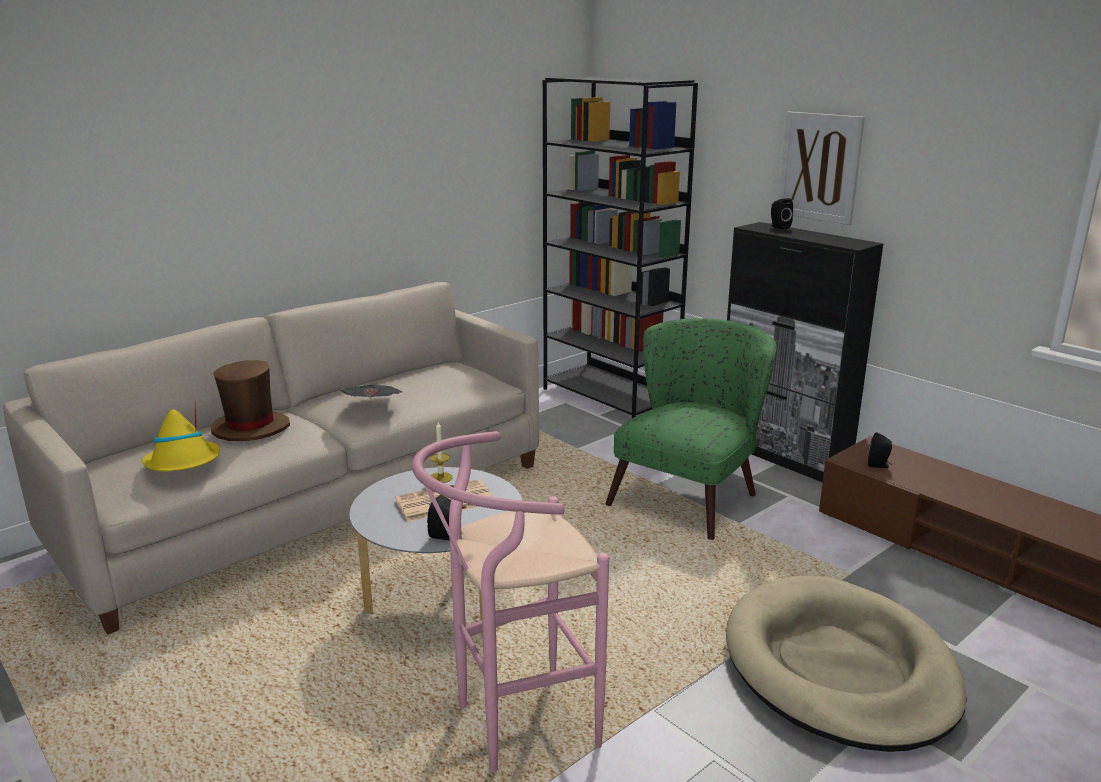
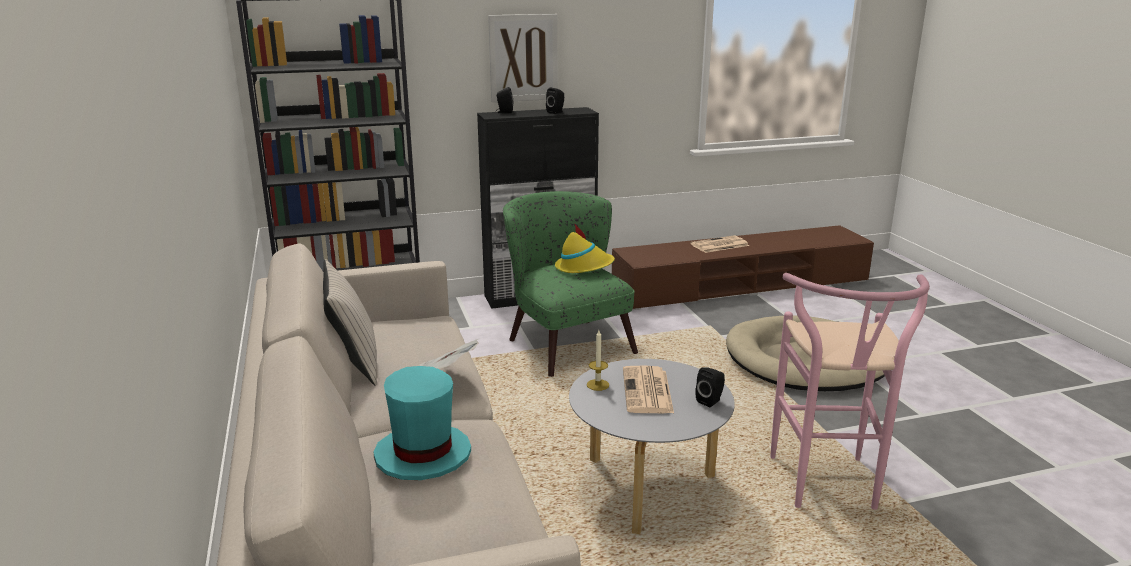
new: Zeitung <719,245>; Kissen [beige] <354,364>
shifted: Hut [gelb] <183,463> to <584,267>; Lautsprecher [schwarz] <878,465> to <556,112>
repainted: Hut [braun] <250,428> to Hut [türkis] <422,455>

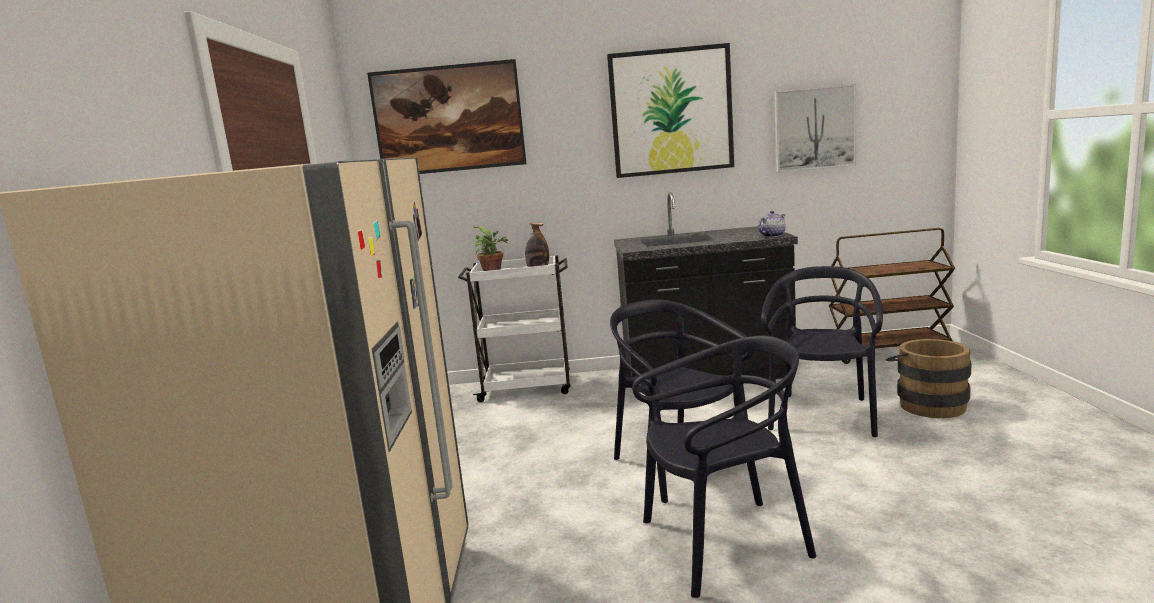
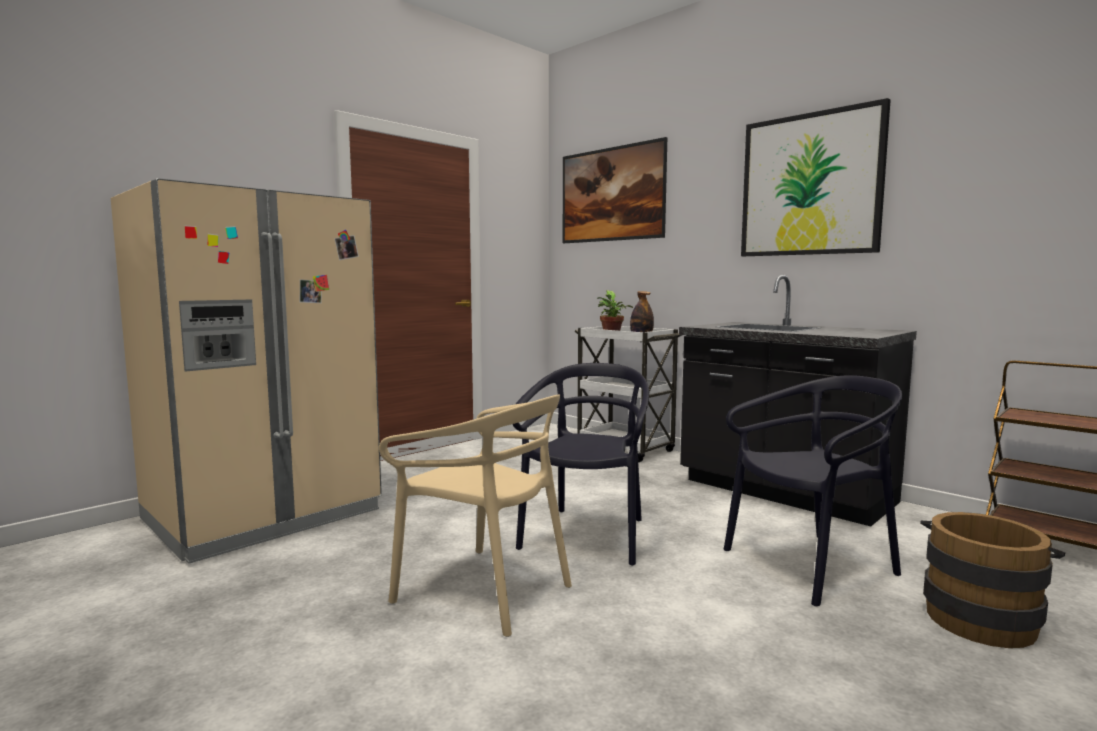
gone: Bild <814,128>; Teekanne <772,236>
repainted: Stuhl [schwarz] <724,543> to Stuhl [beige] <484,590>

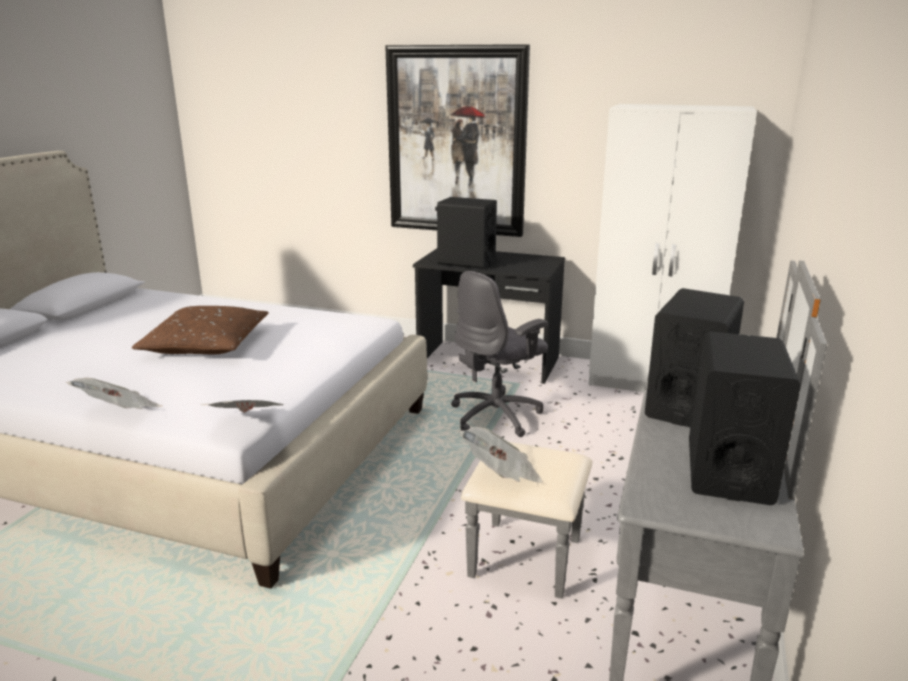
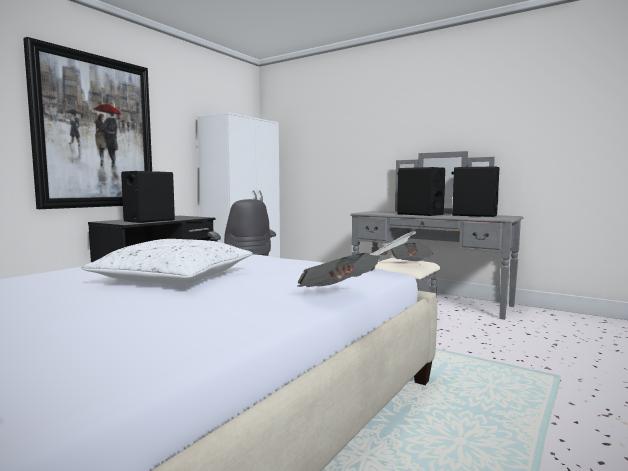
repainted: Kissen [braun] <206,344> to Kissen [weiß] <175,278>

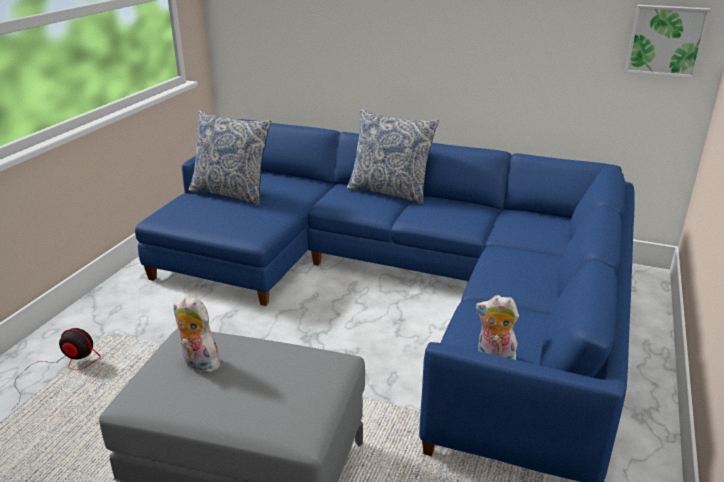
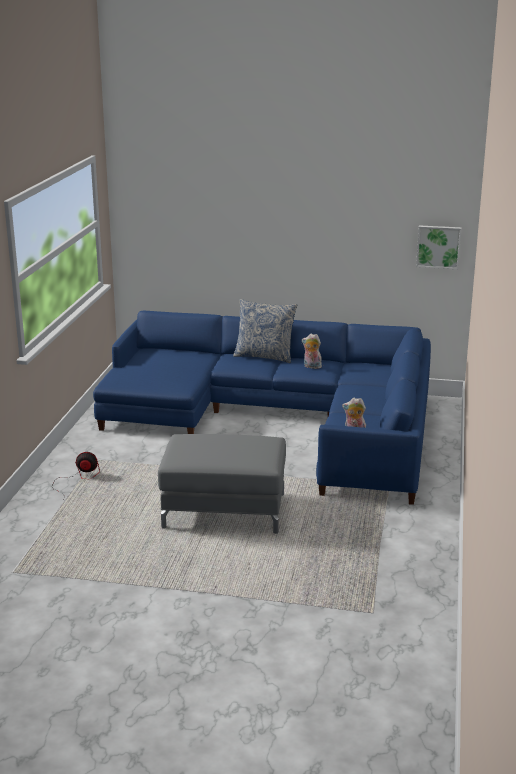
gone: Kissen <232,193>
shifted: Plüschtier <198,364> to <311,367>

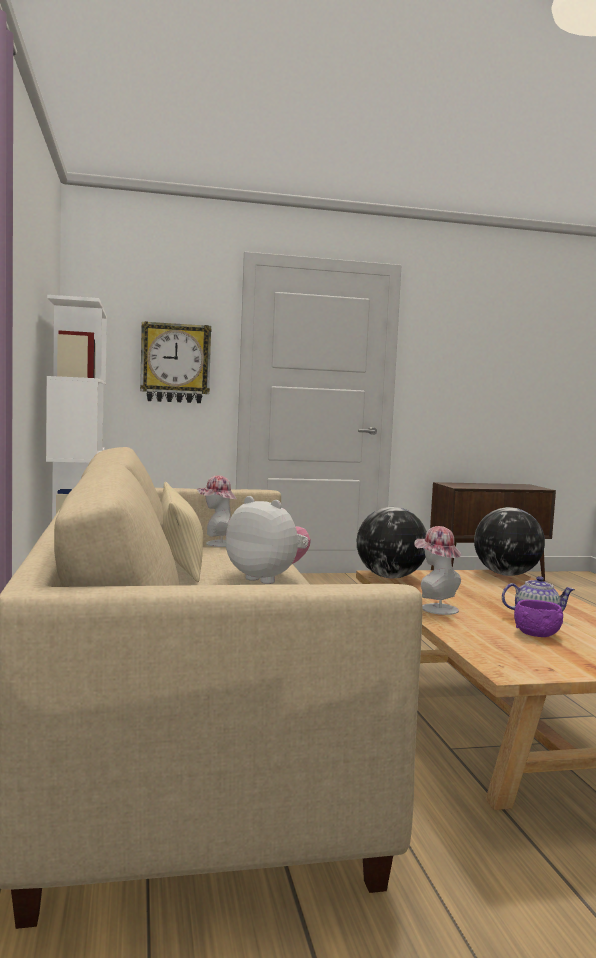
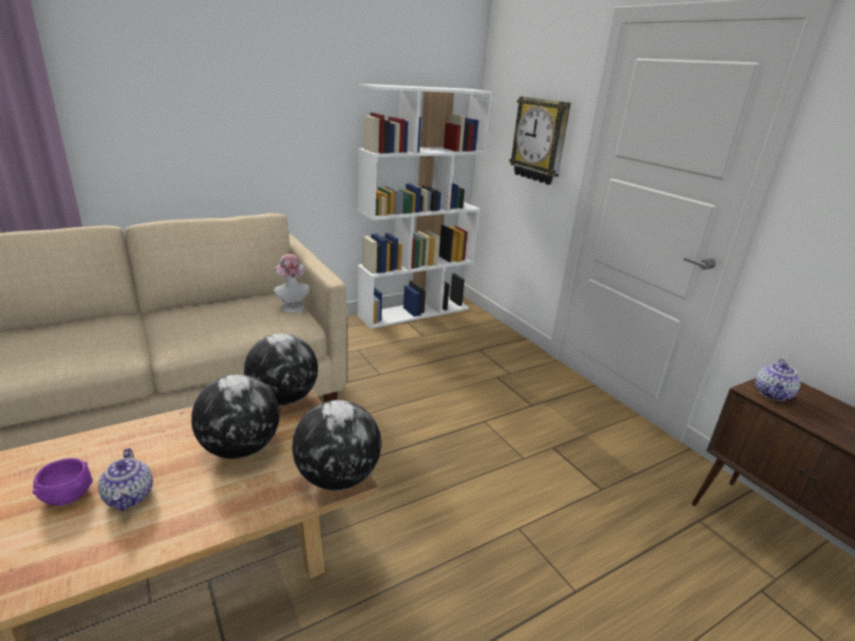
gone: Kissen [beige] <179,563>; Plüschtier <267,578>; Hut <435,608>
new: Teekanne <773,394>; Globus <240,448>

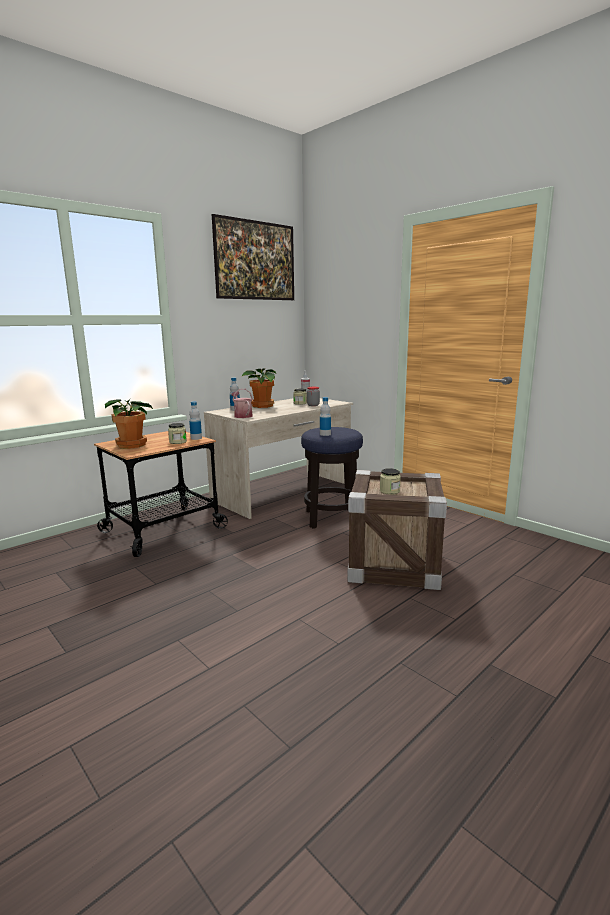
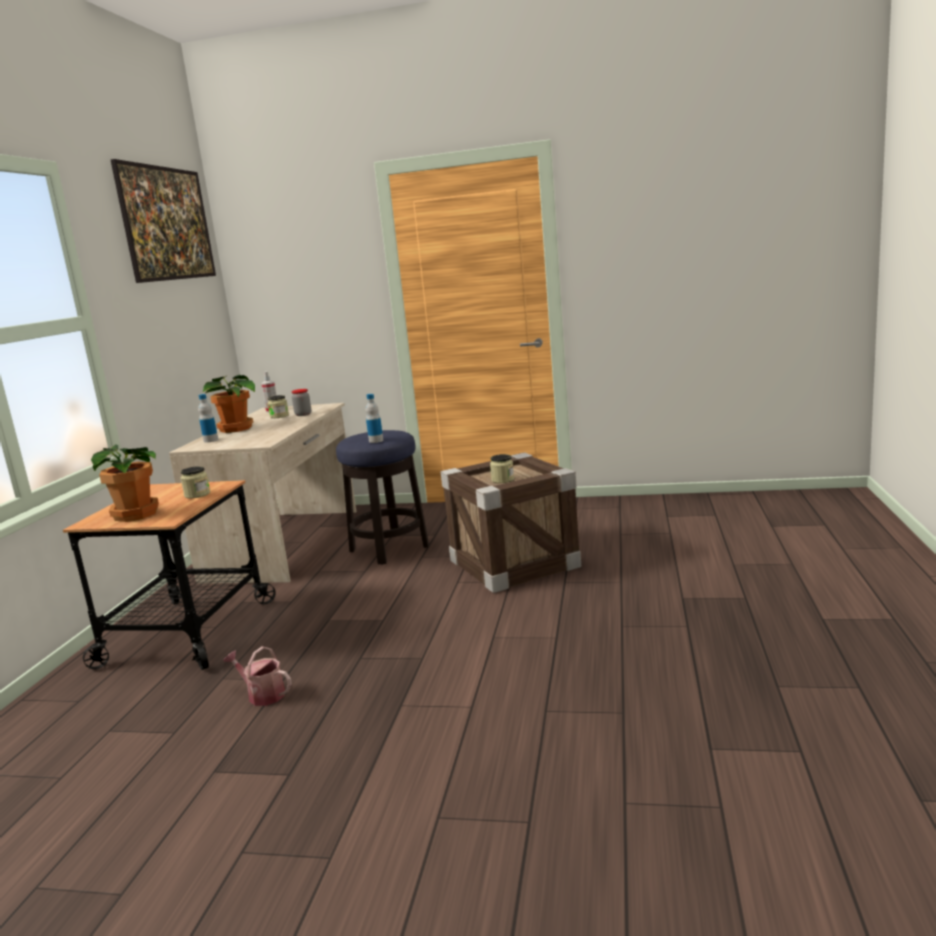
gone: Flasche <196,438>
shifted: Gießkanne <242,415> to <262,694>

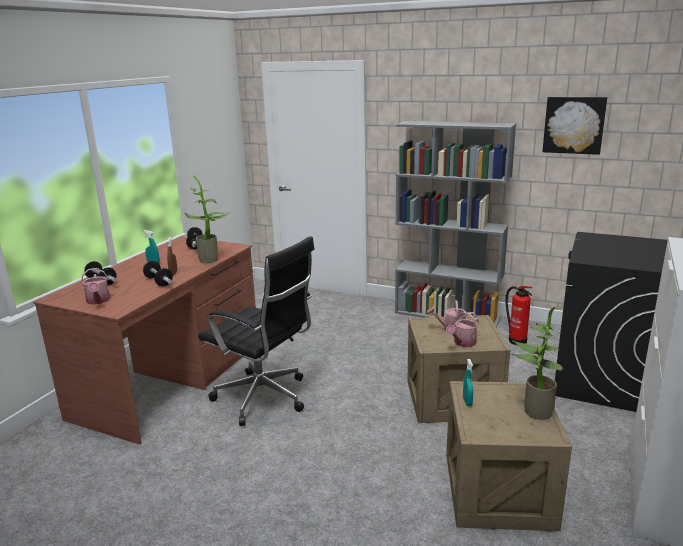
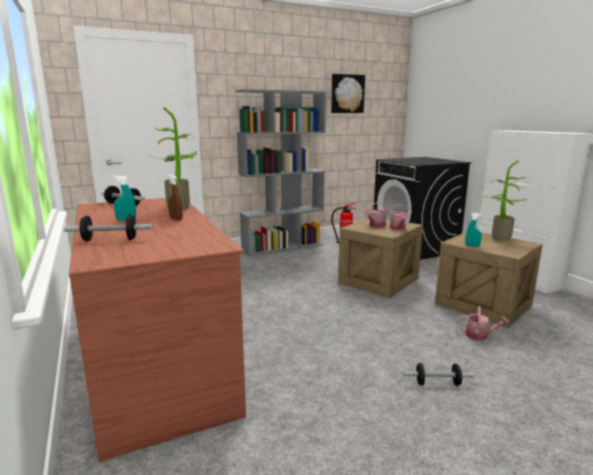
gone: Bürostuhl [schwarz] <265,399>
shifted: Hantel <158,282> to <437,383>; Gießkanne <98,301> to <479,336>

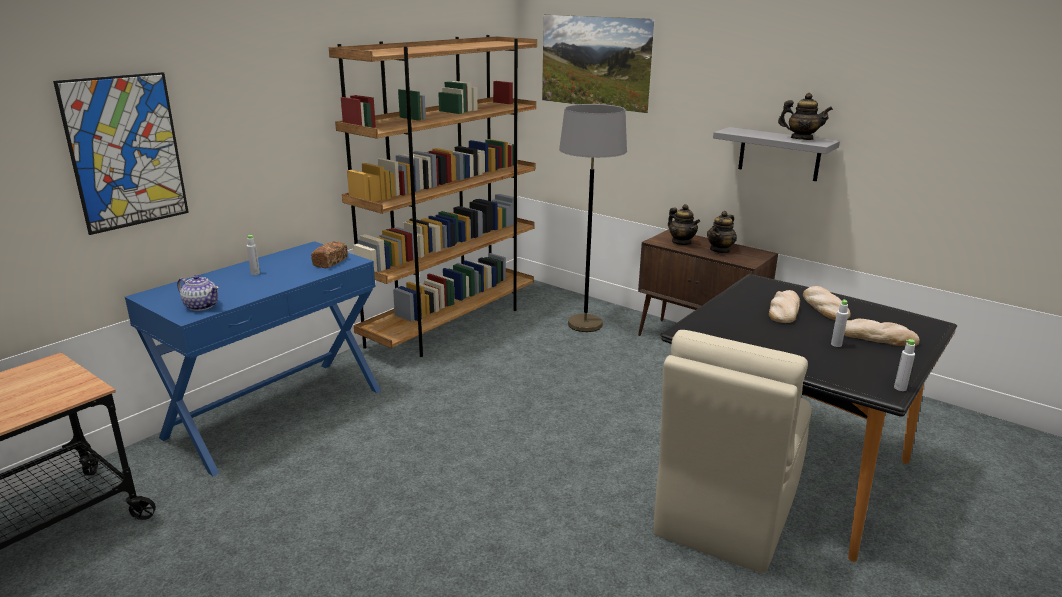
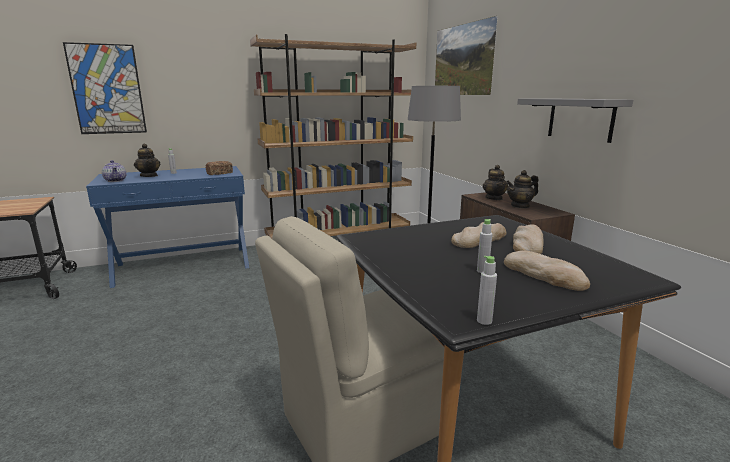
shifted: Teekanne <801,139> to <149,176>

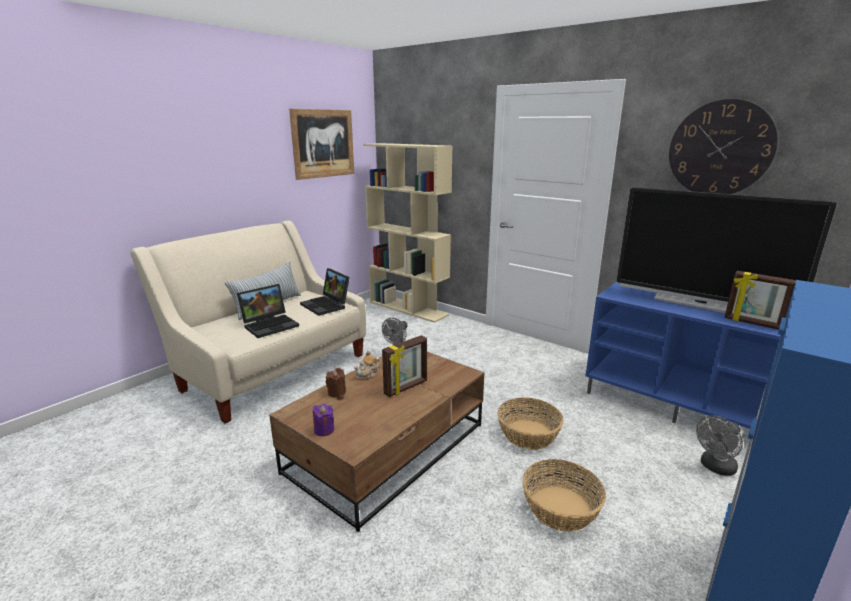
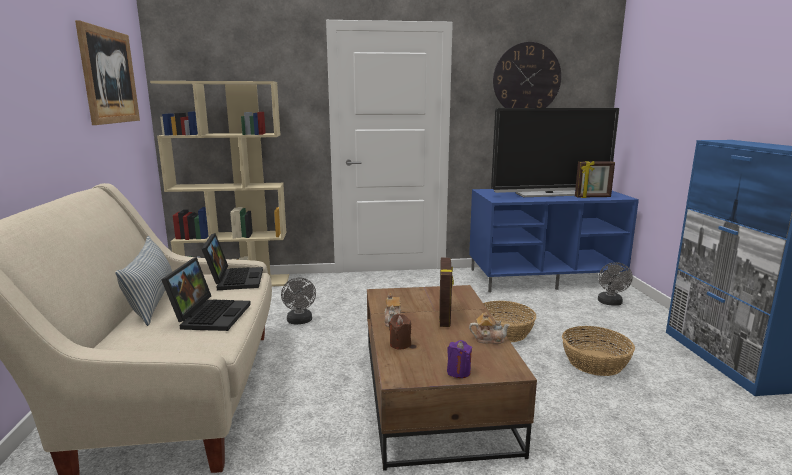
new: Teekanne <488,339>
rotated: Laptop <327,305> = <234,279> 105 degrees counterclockwise

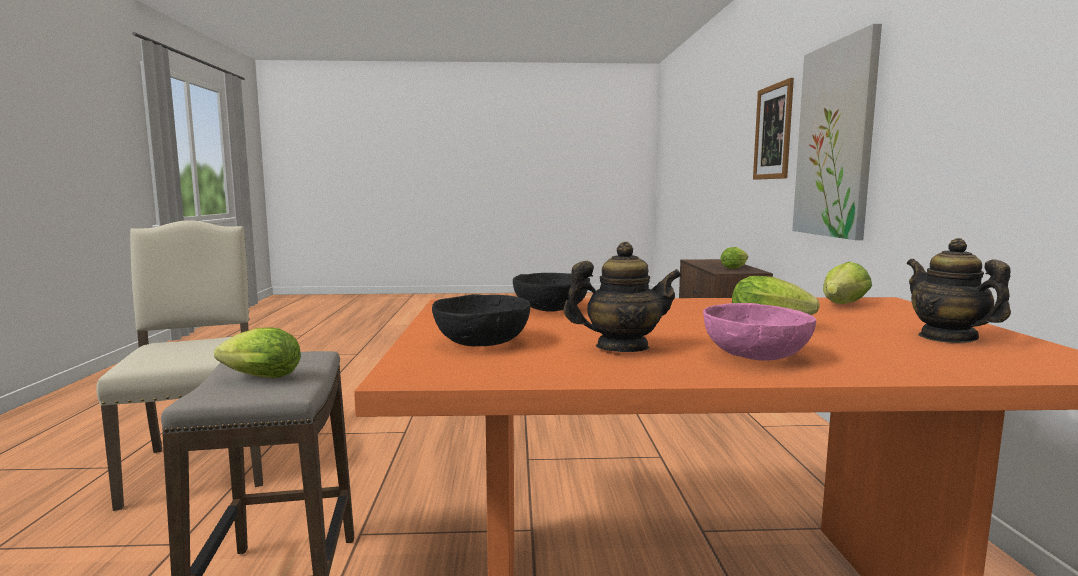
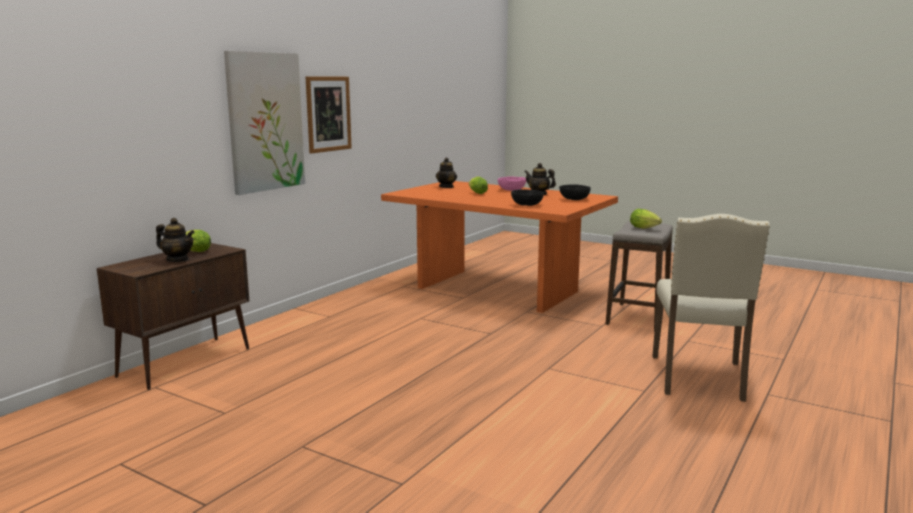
gone: Salatkopf <842,305>
new: Teekanne <177,260>
shifted: Bild <773,132> to <328,114>

